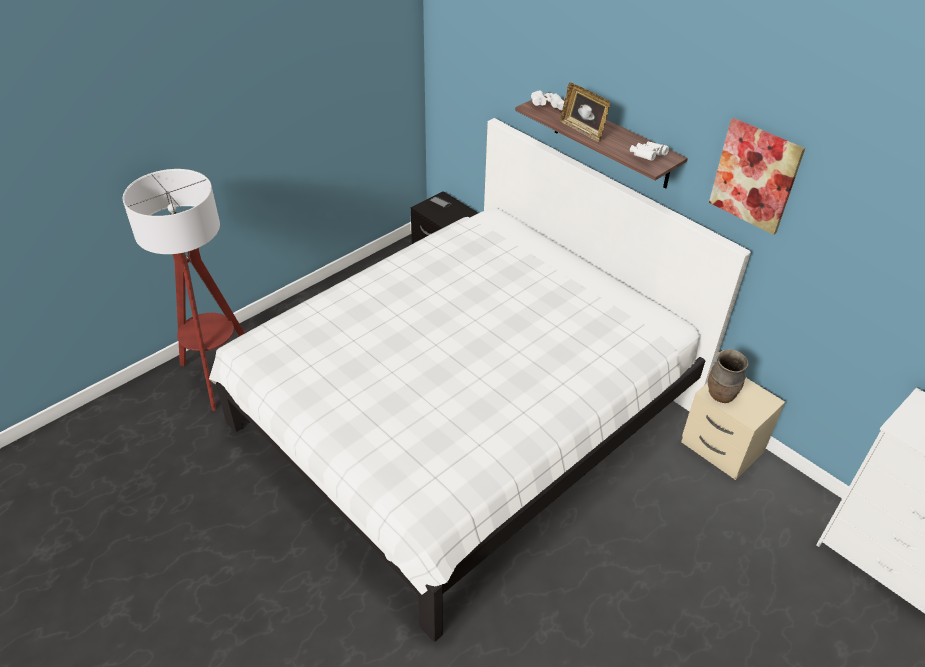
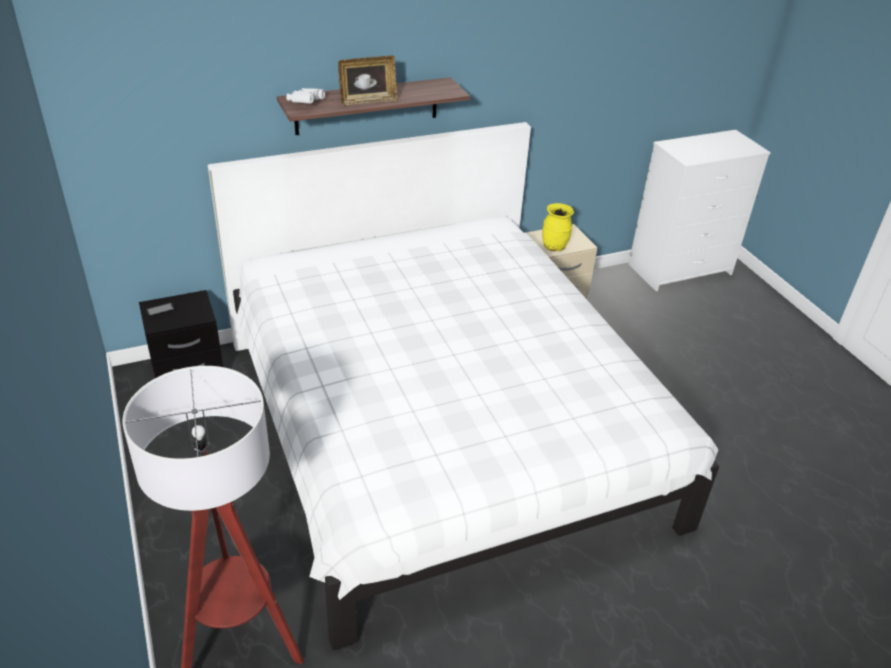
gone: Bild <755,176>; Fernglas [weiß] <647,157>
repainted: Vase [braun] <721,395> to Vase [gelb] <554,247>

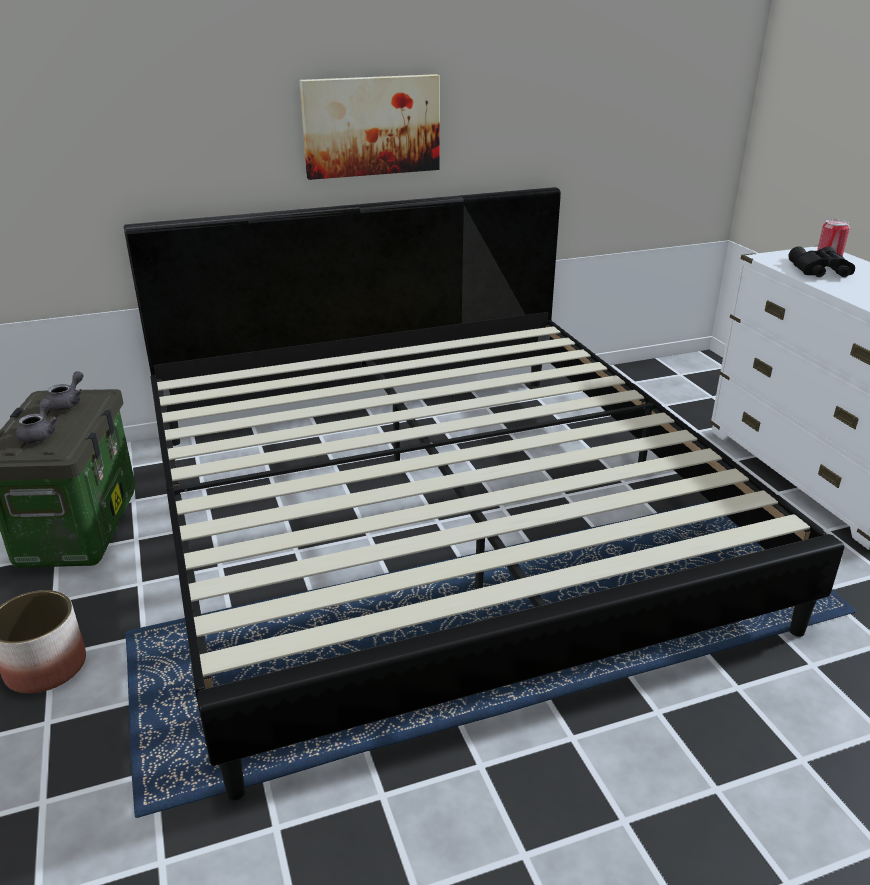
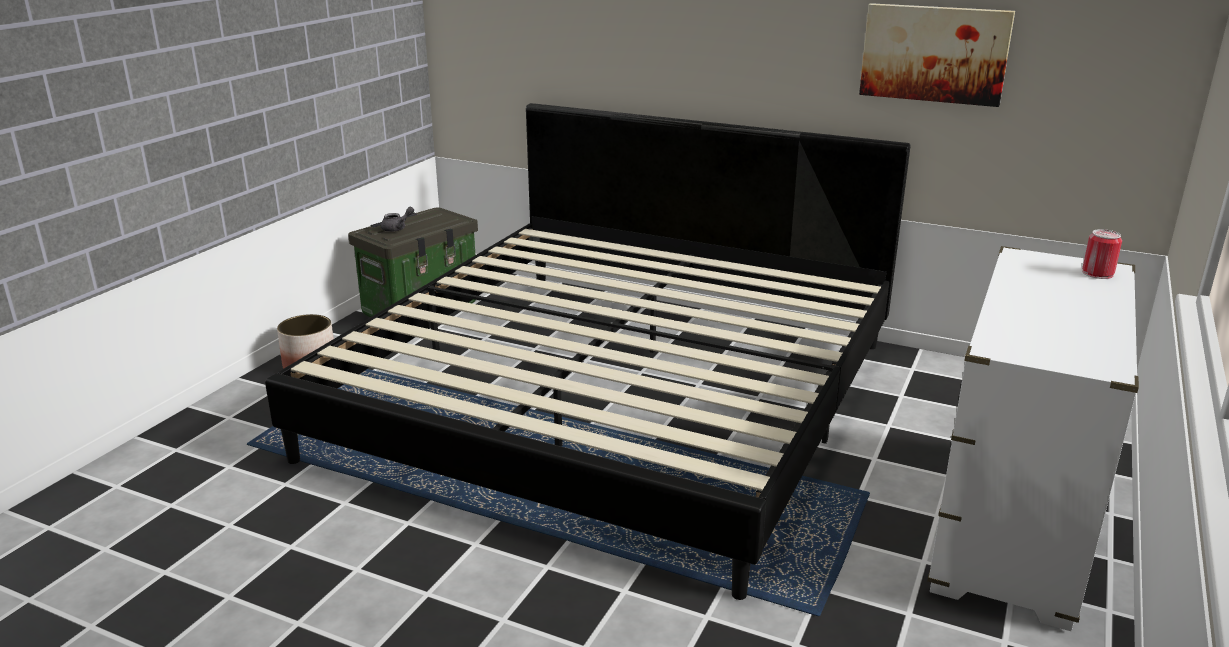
gone: Fernglas [schwarz] <819,271>; Teekanne [grau] <68,403>
shifted: Bild <371,126> to <934,54>

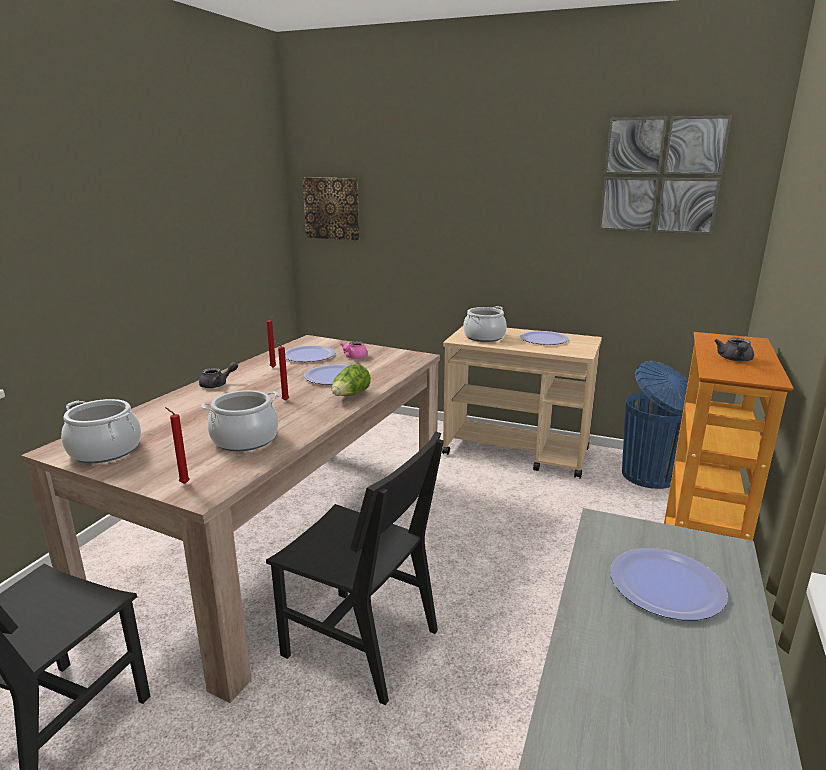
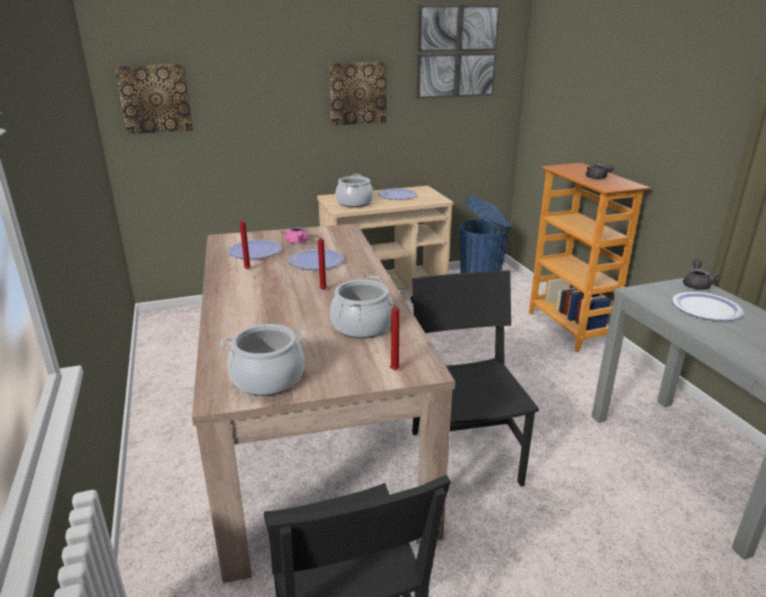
gone: Salatkopf <350,395>
new: Bild <357,93>
shifted: Teekanne [grau] <217,384> to <696,284>
rotated: Stuhl [schwarz] <360,643> = <465,457> 90 degrees counterclockwise

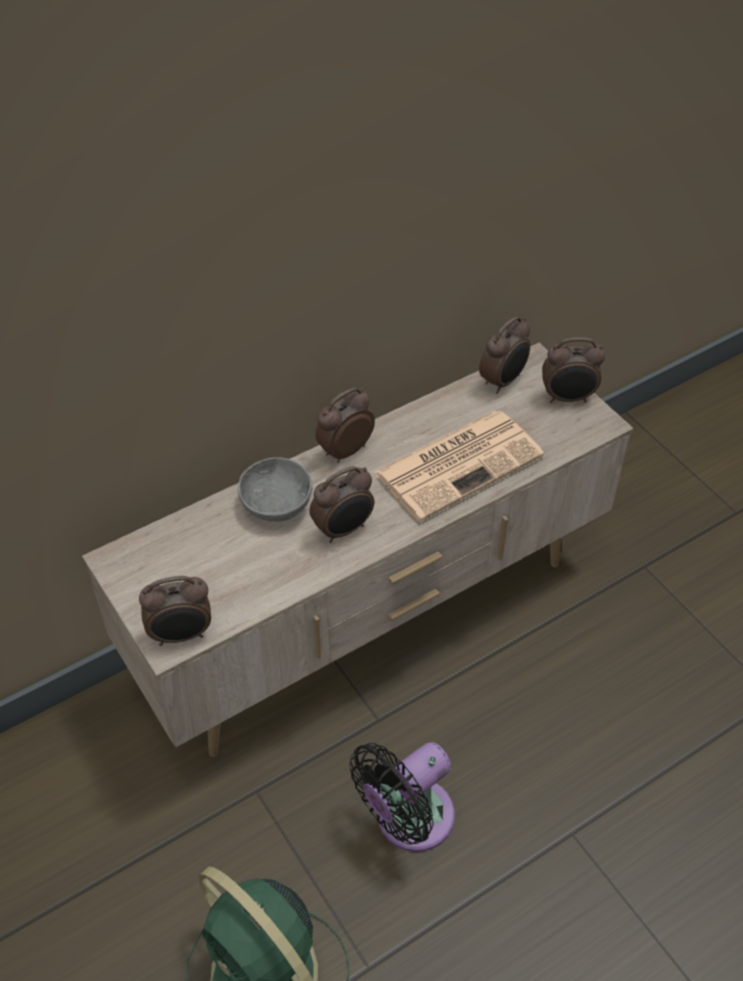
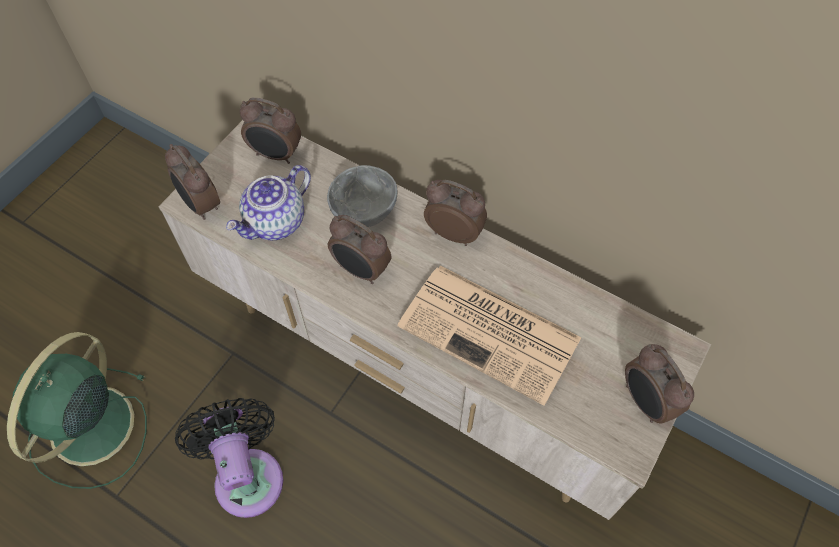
new: Teekanne <276,222>
shifted: Wecker <503,381> to <276,155>
rotated: Ventilator [schwarz] <408,820> = <247,474> 45 degrees clockwise

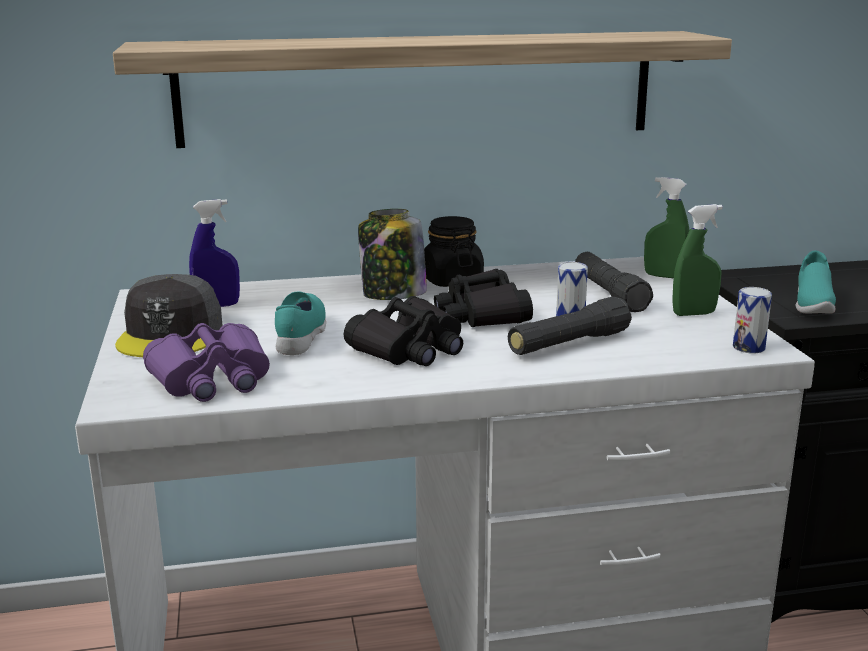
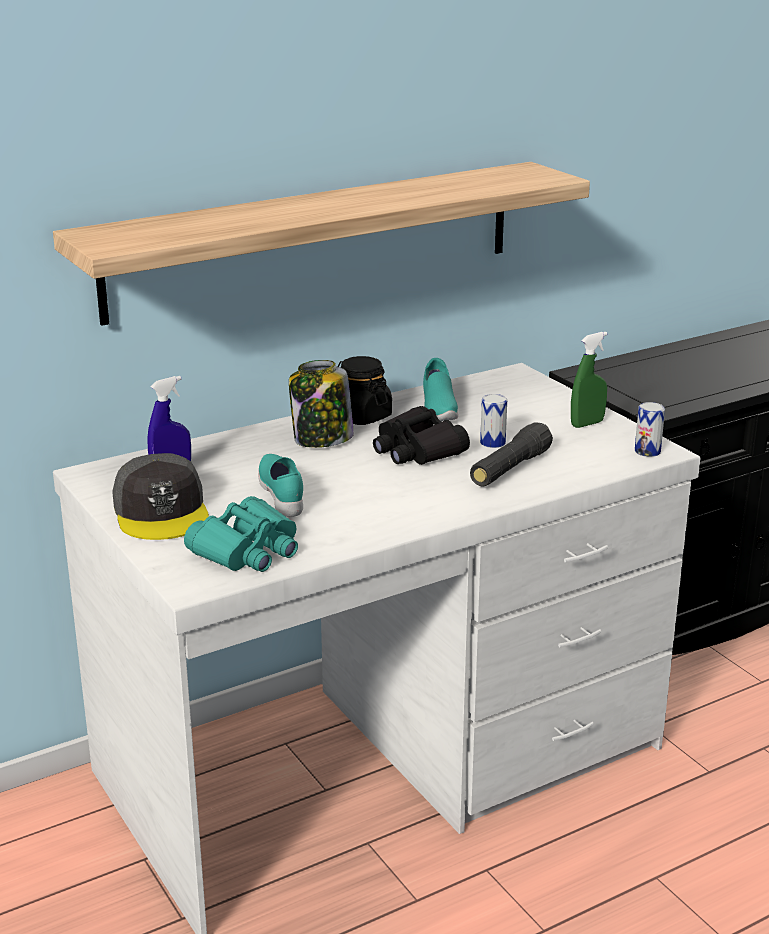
gone: Sprühflasche [grün] <664,276>; Taschenlampe [schwarz] <609,294>; Fernglas [schwarz] <410,349>
shifted: Schuh [türkis] <812,305> to <438,410>
repainted: Fernglas [lila] <212,380> to Fernglas [türkis] <247,550>

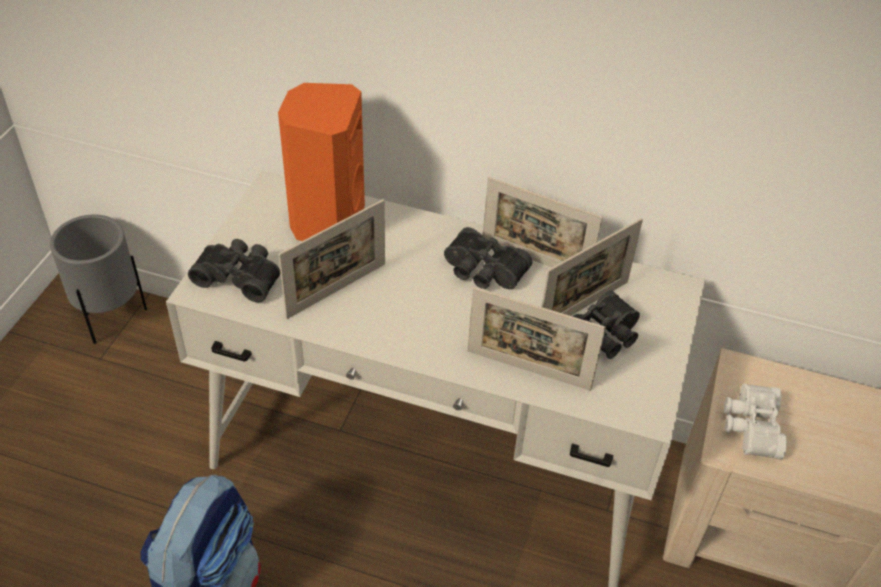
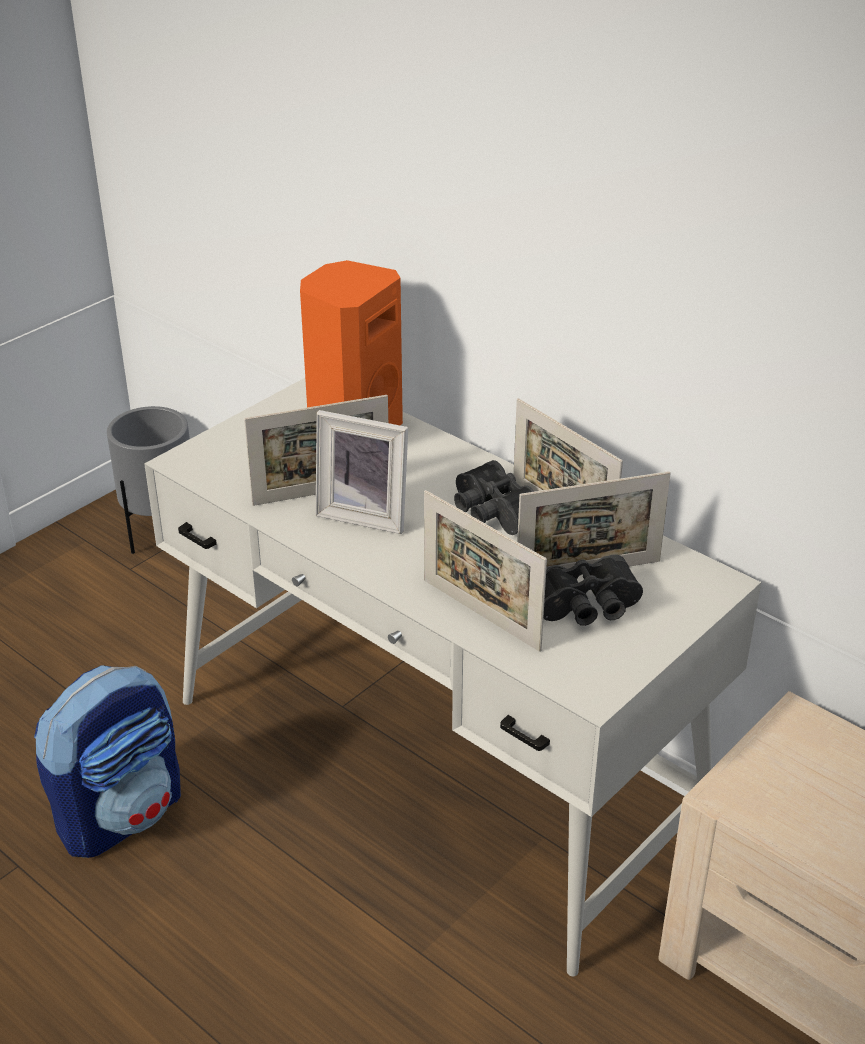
gone: Fernglas [schwarz] <239,276>; Fernglas [weiß] <749,426>
new: Bilderrahmen <365,514>

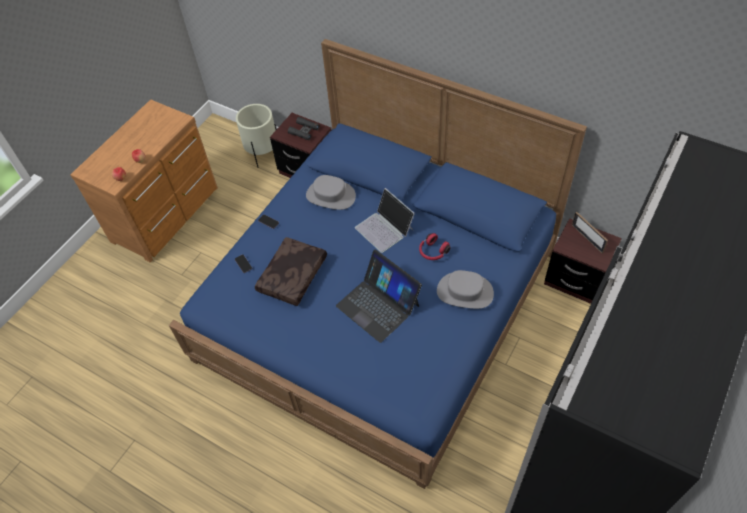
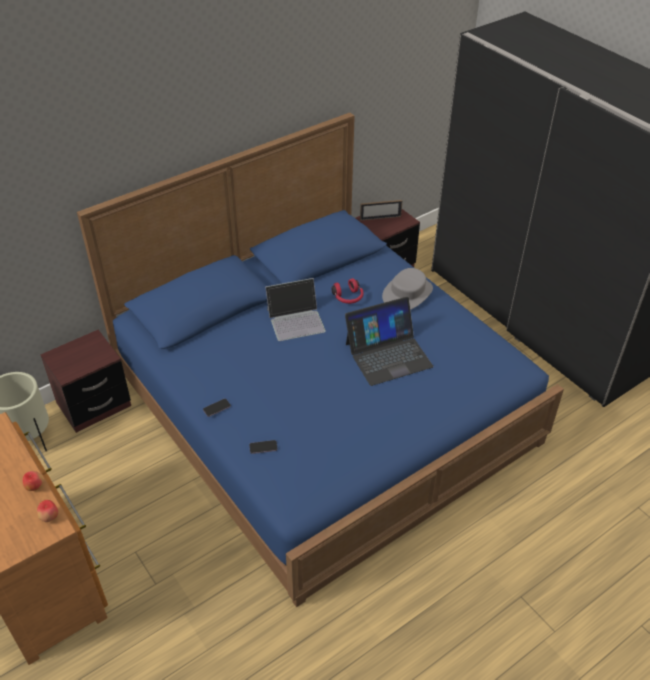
gone: Fernglas [schwarz] <304,131>; Hut [grau] <330,196>; Kissen [braun] <293,276>

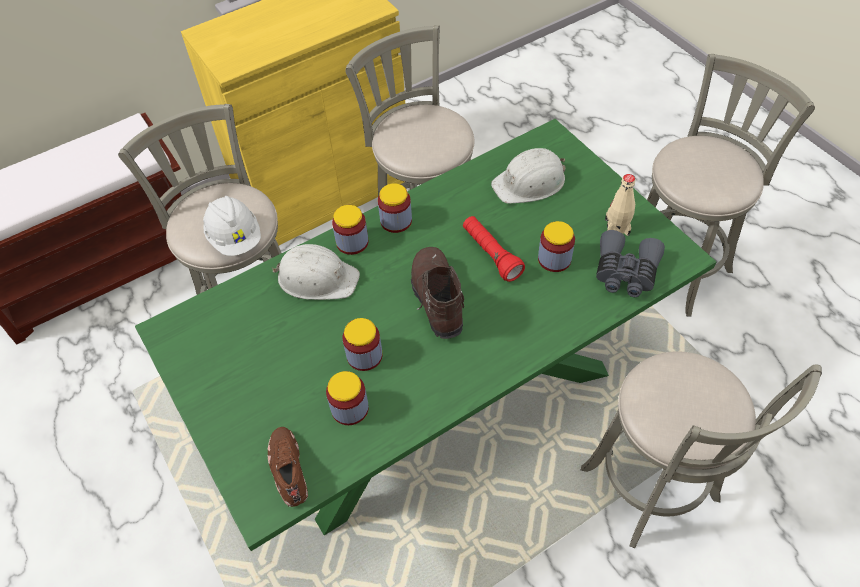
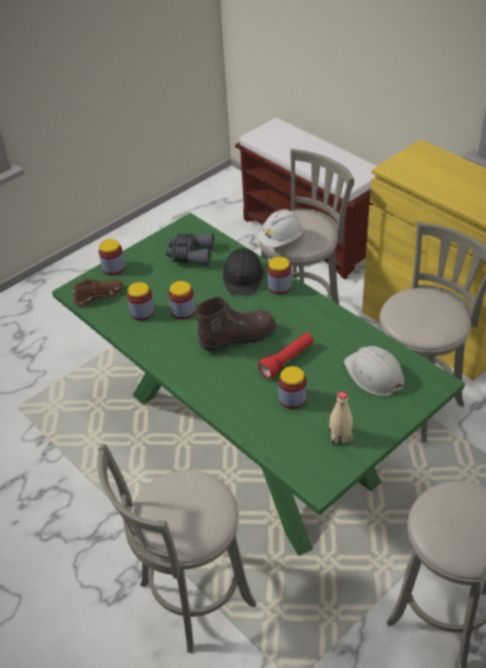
shifted: Vorratsglas <396,221> to <114,268>; Fernglas [grau] <625,272> to <191,255>
repainted: Schutzhelm [weiß] <317,278> to Schutzhelm [schwarz] <243,276>

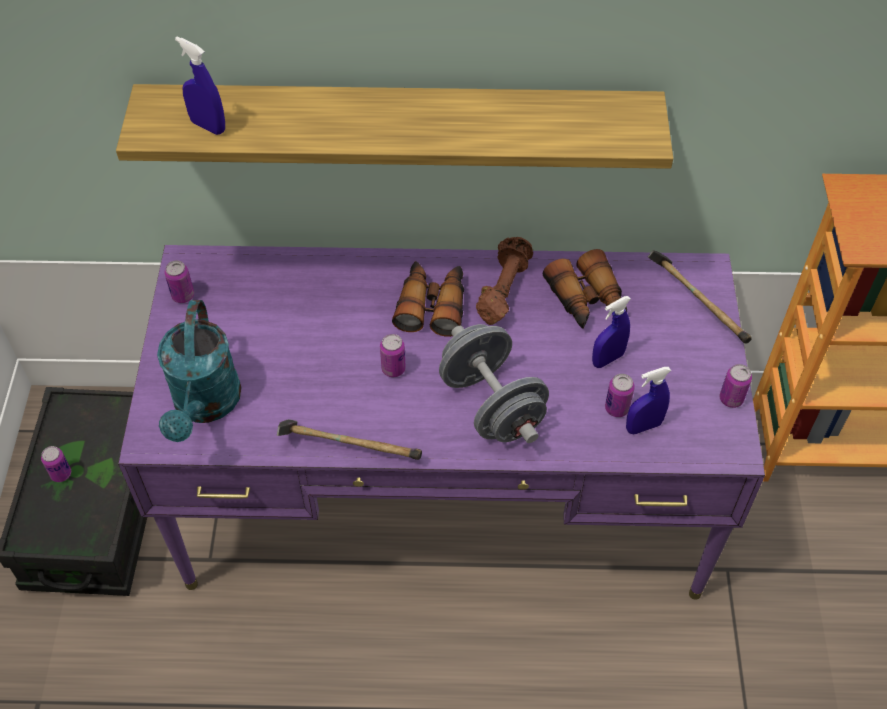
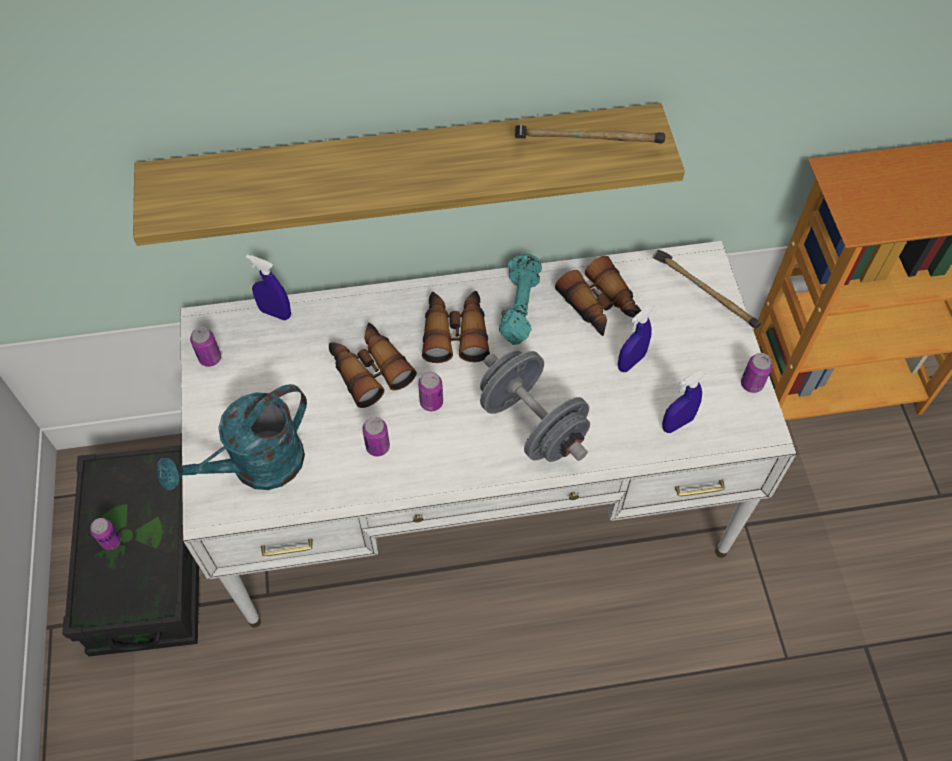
new: Fernglas <369,369>
shifted: Sprühflasche [blau] <208,126> to <275,313>; Dose <616,408> to <378,447>; Hammer <346,448> to <582,147>
repainted: Hantel [braun] <502,289> to Hantel [türkis] <519,306>; Schreibtisch [lila] <444,495> to Schreibtisch [weiß] <476,496>
rotated: Gießkanne [türkis] <205,405> = <256,468> 60 degrees clockwise

